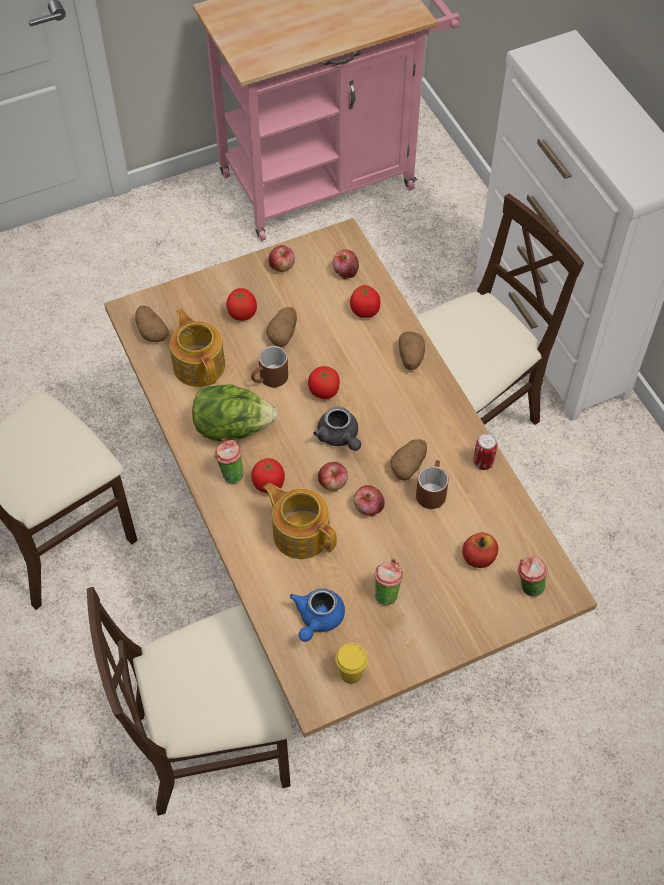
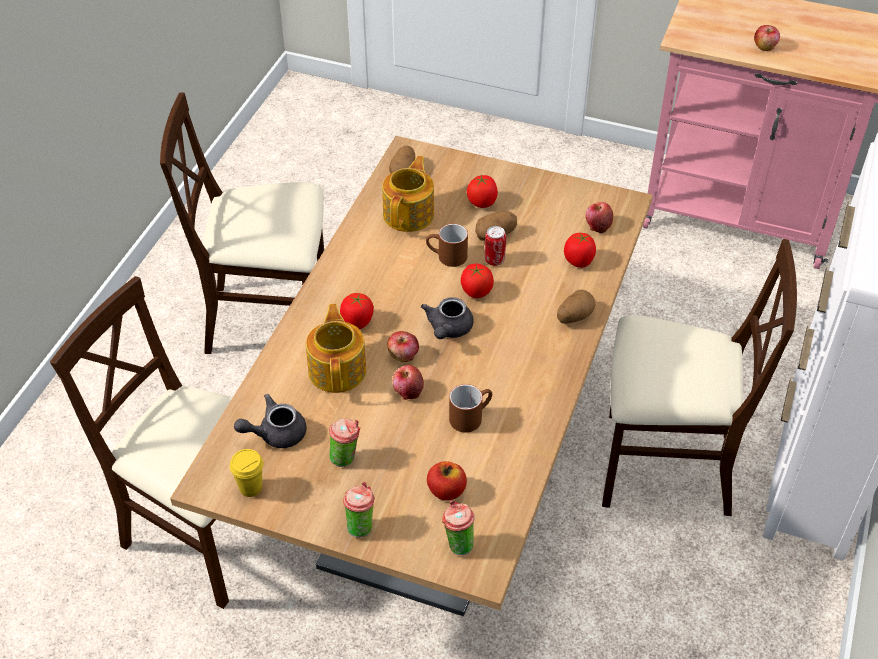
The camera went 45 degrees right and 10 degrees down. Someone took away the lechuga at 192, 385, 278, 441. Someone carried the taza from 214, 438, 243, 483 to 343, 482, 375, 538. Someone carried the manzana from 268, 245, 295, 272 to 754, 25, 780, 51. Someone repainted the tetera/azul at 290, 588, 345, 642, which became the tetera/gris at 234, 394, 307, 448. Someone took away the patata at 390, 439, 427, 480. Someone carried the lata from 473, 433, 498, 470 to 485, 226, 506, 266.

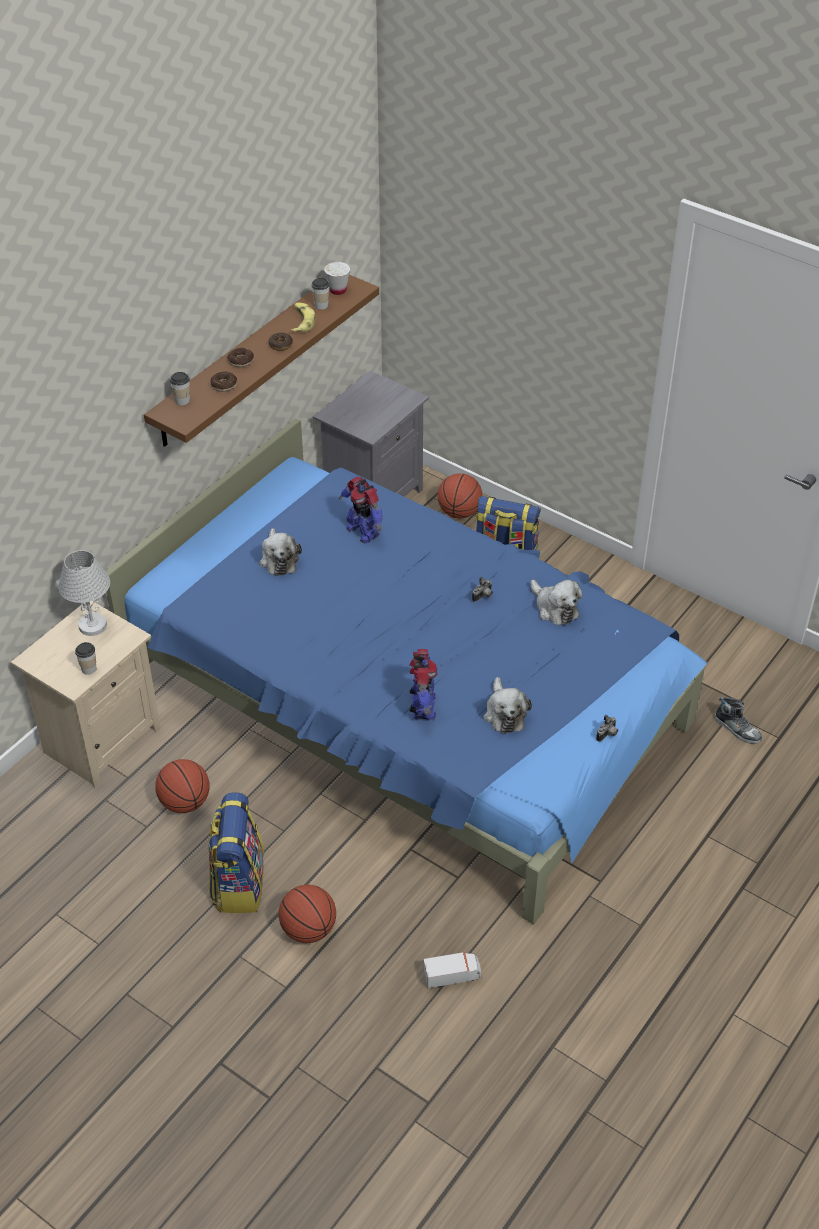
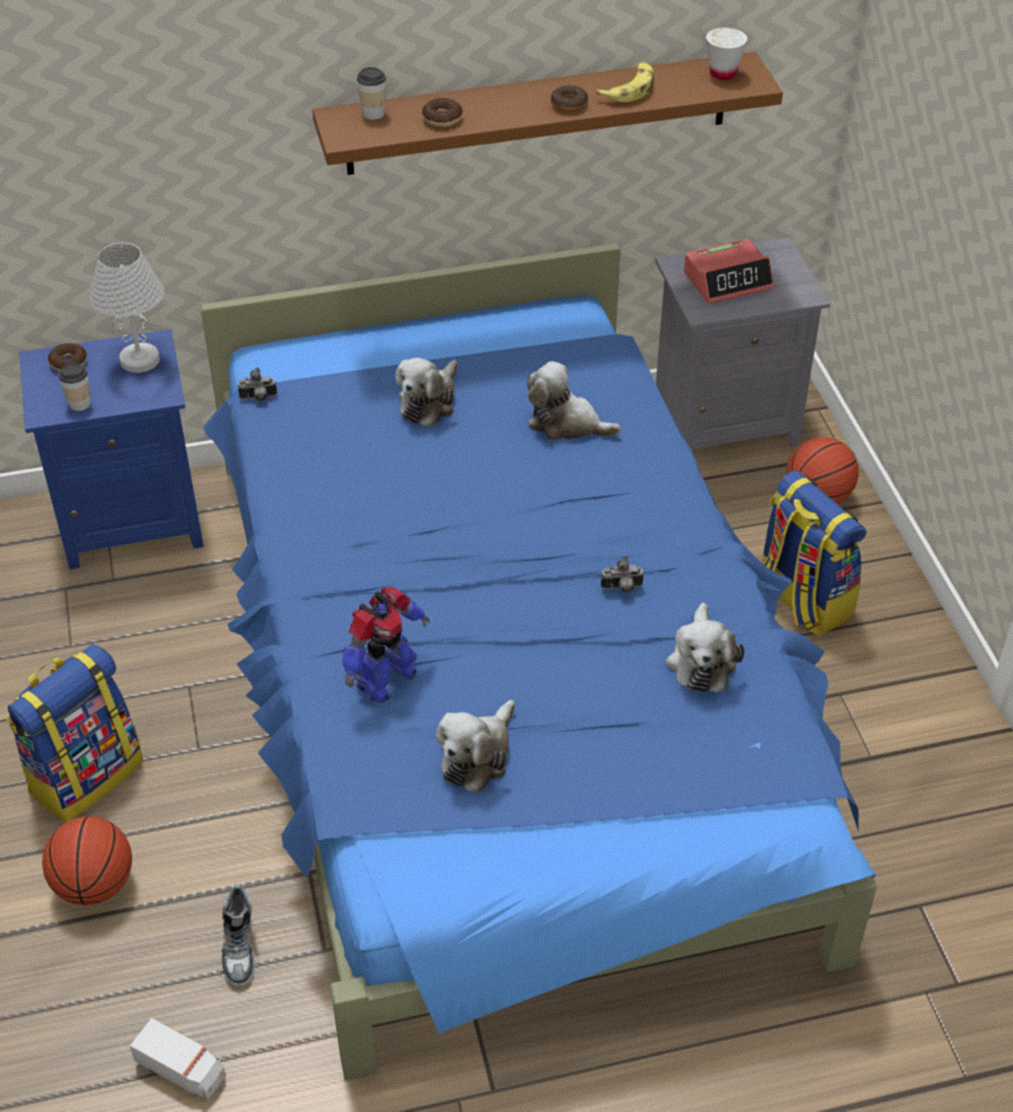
The camera went 40 degrees right and 0 degrees up. Someone repainted the mesita de noche/beis at 11, 601, 161, 788, which became the mesita de noche/azul at 19, 329, 204, 570. Someone took away the balón de baloncesto at 155, 759, 210, 813. Someone carried the rosquilla from 227, 348, 254, 367 to 48, 343, 87, 371. Someone took away the taza at 312, 278, 330, 310. Someone swapped the robot de juguete at 339, 477, 383, 543 for the peluche at 527, 361, 621, 440. Someone carried the cámara from 596, 715, 618, 742 to 238, 367, 277, 401. Someone carried the zapato from 715, 697, 762, 744 to 222, 885, 255, 987. Someone put down the despertador at 684, 239, 774, 304.

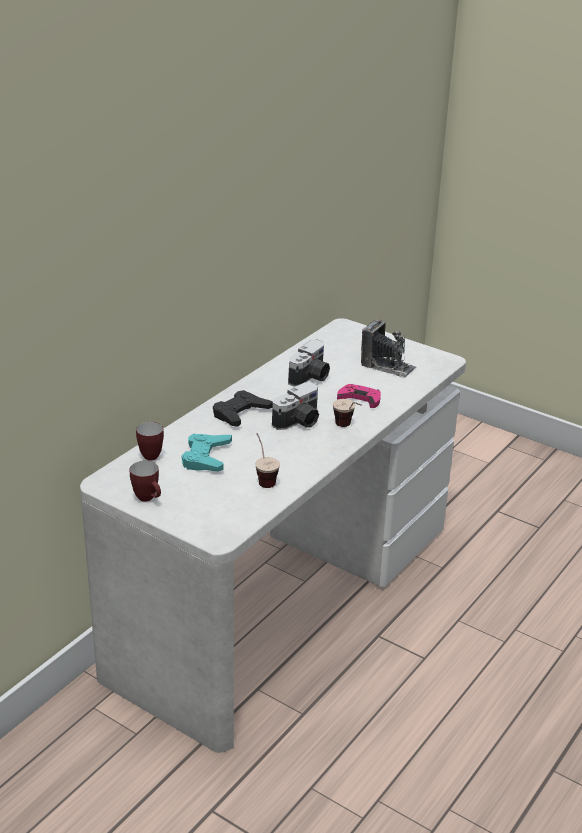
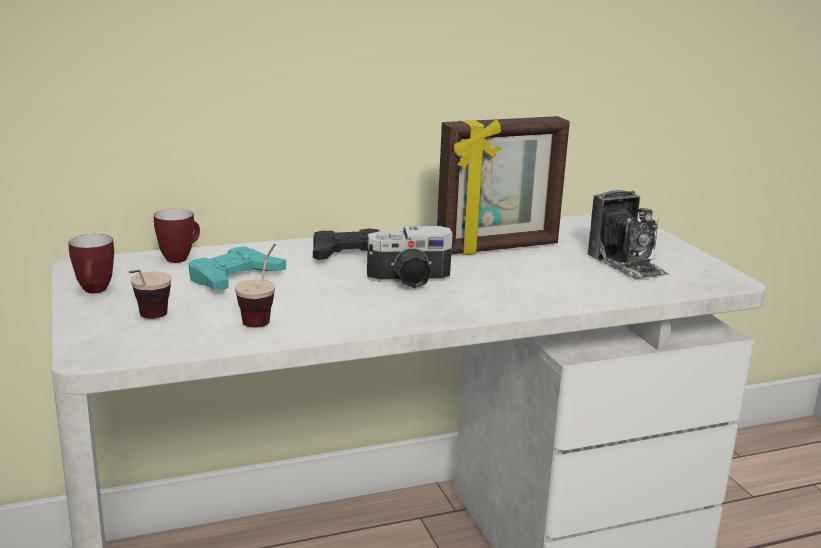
The camera went 35 degrees right and 10 degrees down. Someone swapped the cámara at 288, 339, 330, 387 for the portarretratos at 437, 116, 570, 255. Someone carried the taza from 333, 399, 362, 427 to 129, 269, 172, 319. Someone took away the mando de consola/rosa at 337, 384, 381, 408.

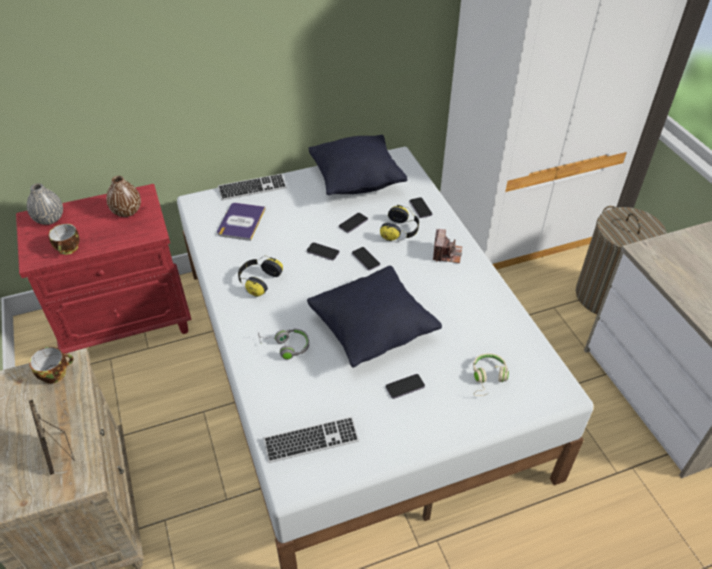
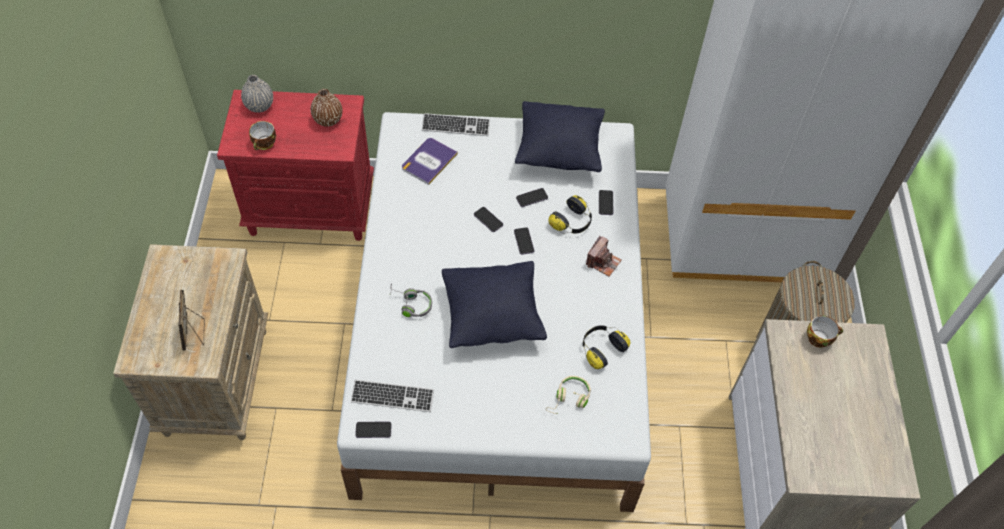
The camera went 20 degrees right and 10 degrees up. Someone carried the taza from 29, 347, 74, 384 to 807, 316, 843, 348. Someone carried the auriculares from 238, 256, 283, 297 to 583, 325, 630, 369. Someone carried the móvil from 386, 374, 425, 399 to 355, 422, 392, 438.

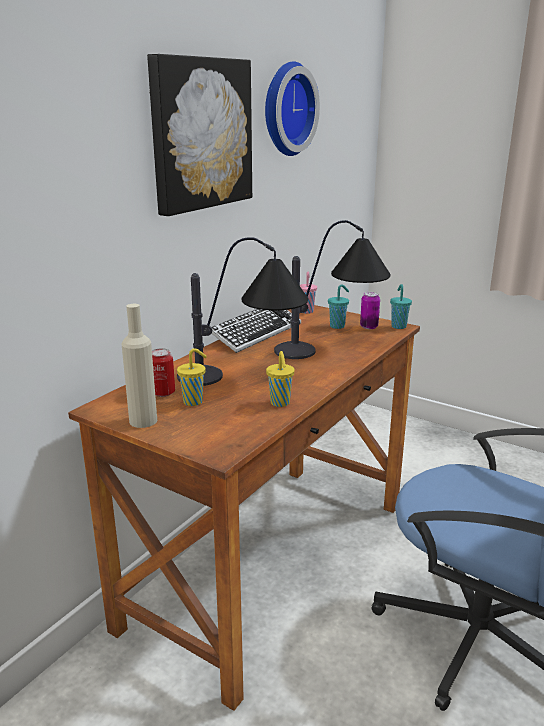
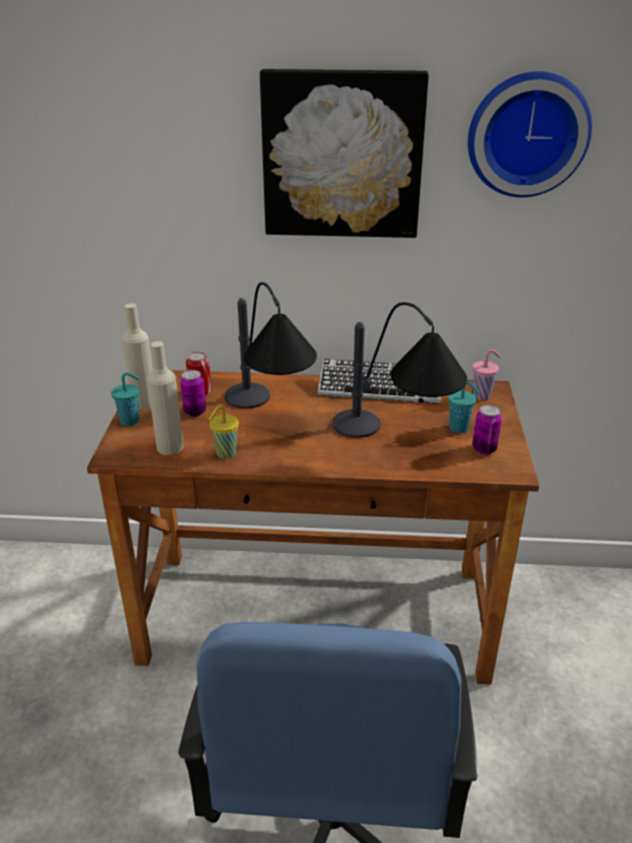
The camera went 60 degrees right and 10 degrees up. Someone swapped the taza/amarillo at 177, 348, 207, 406 for the lata at 180, 370, 206, 416. Someone carried the taza/turquesa from 390, 284, 412, 329 to 111, 372, 139, 426. Someone put down the botella/beis at 147, 341, 184, 455.

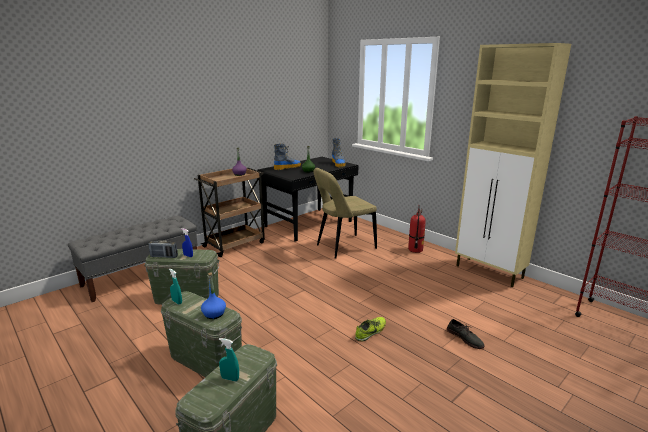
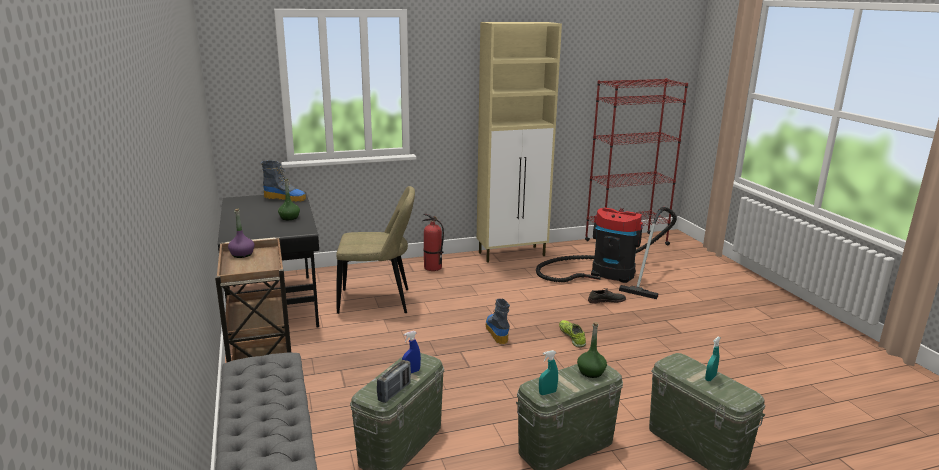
The camera went 65 degrees left and 0 degrees up. Someone repainted the botella/azul at 201, 273, 226, 319, which became the botella/verde at 577, 322, 607, 378. Someone carried the bota from 274, 144, 301, 170 to 486, 299, 510, 344. Someone rotated the silla/beis at 313, 168, 377, 258 by 90 degrees counterclockwise. Someone put down the aspiradora at 536, 207, 677, 299.

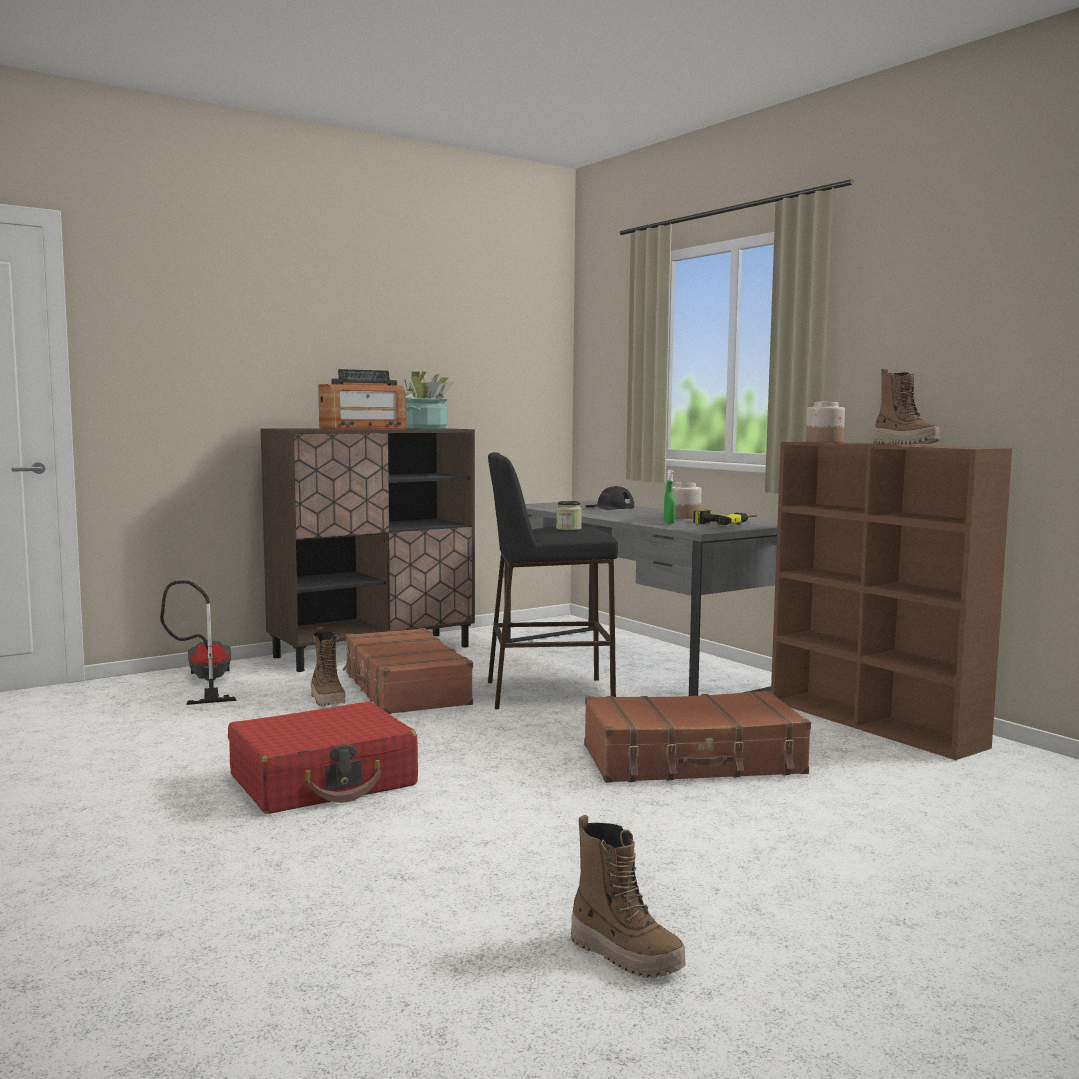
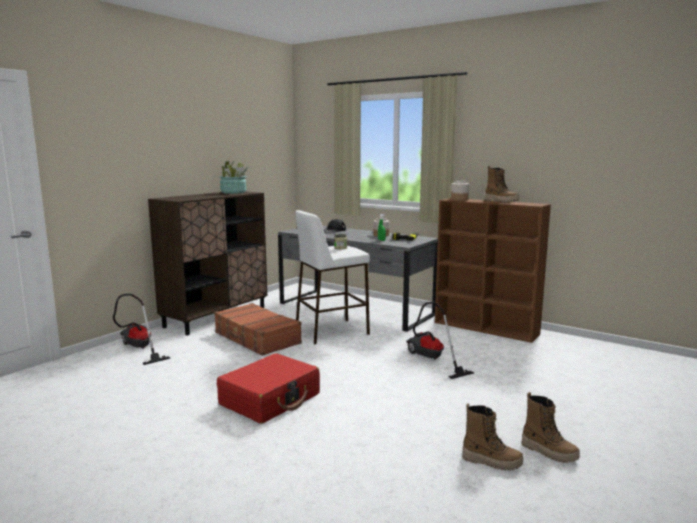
The camera went 20 degrees left and 5 degrees up. Someone carried the bota from 311, 627, 346, 706 to 521, 392, 580, 463. Someone took away the radio at 318, 369, 407, 429. Someone repainted the taburete/negro at 488, 452, 618, 709, which became the taburete/blanco at 295, 210, 370, 345. Someone swapped the maleta/marrón at 584, 691, 811, 783 for the aspiradora at 407, 302, 474, 379.

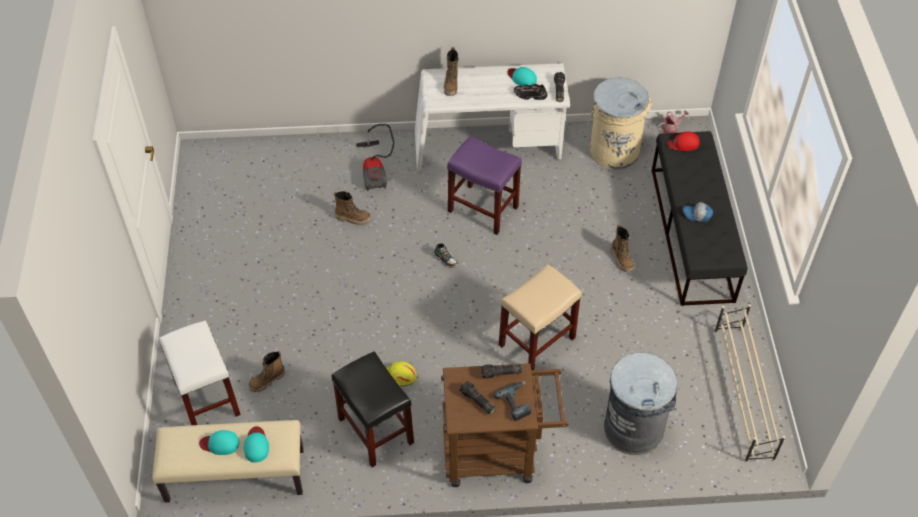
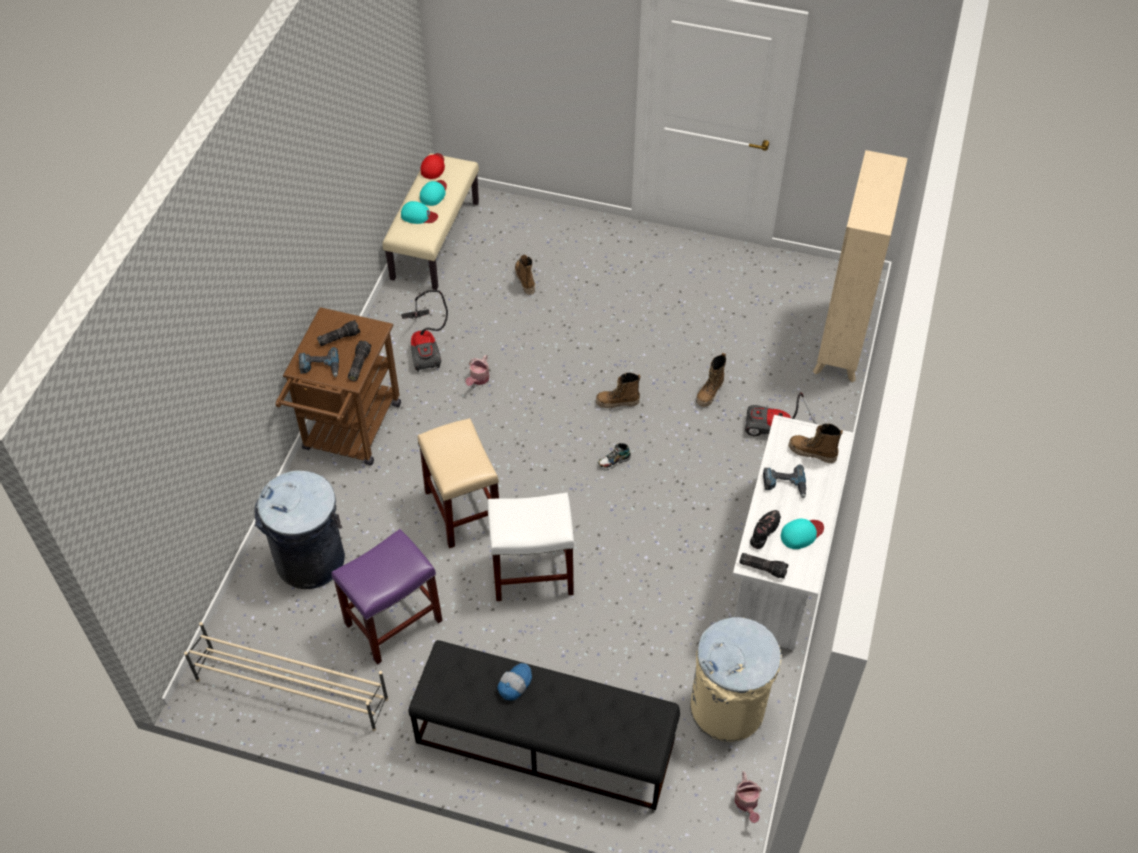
The camera went 110 degrees right and 0 degrees up. Someone carried the taburete/blanco from 159, 320, 241, 425 to 487, 493, 574, 602. Someone swapped the taburete/negro at 332, 351, 414, 467 for the aspiradora at 401, 290, 448, 372. Someone swapped the casco/amarillo at 386, 361, 417, 386 for the regadera at 465, 355, 489, 386. Someone carried the taburete/morado from 447, 135, 522, 235 to 331, 529, 443, 665. Someone carried the bota from 611, 224, 634, 272 to 596, 373, 640, 408. Someone carried the gorra/rojo from 667, 131, 700, 151 to 421, 153, 445, 179. Someone put down the taladro at 763, 464, 806, 499. Someone put down the estantería/beis at 813, 150, 908, 382.

